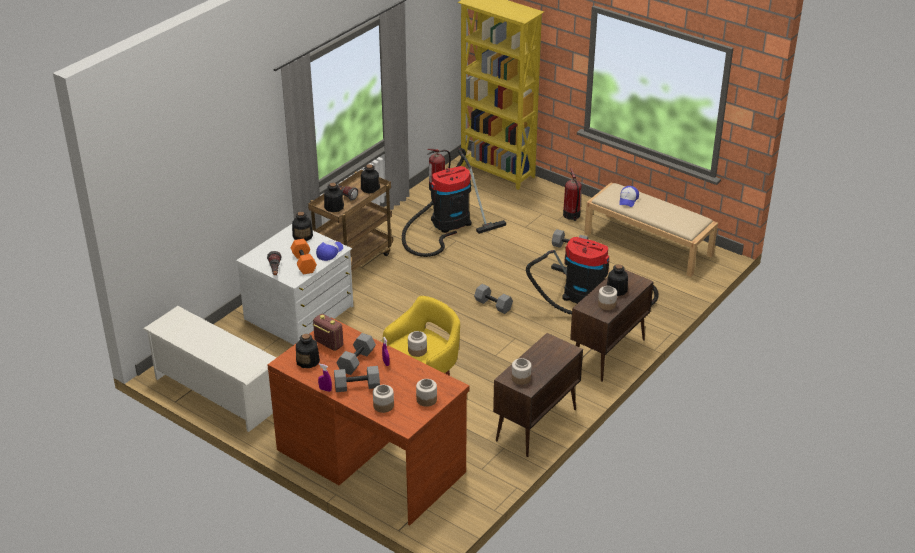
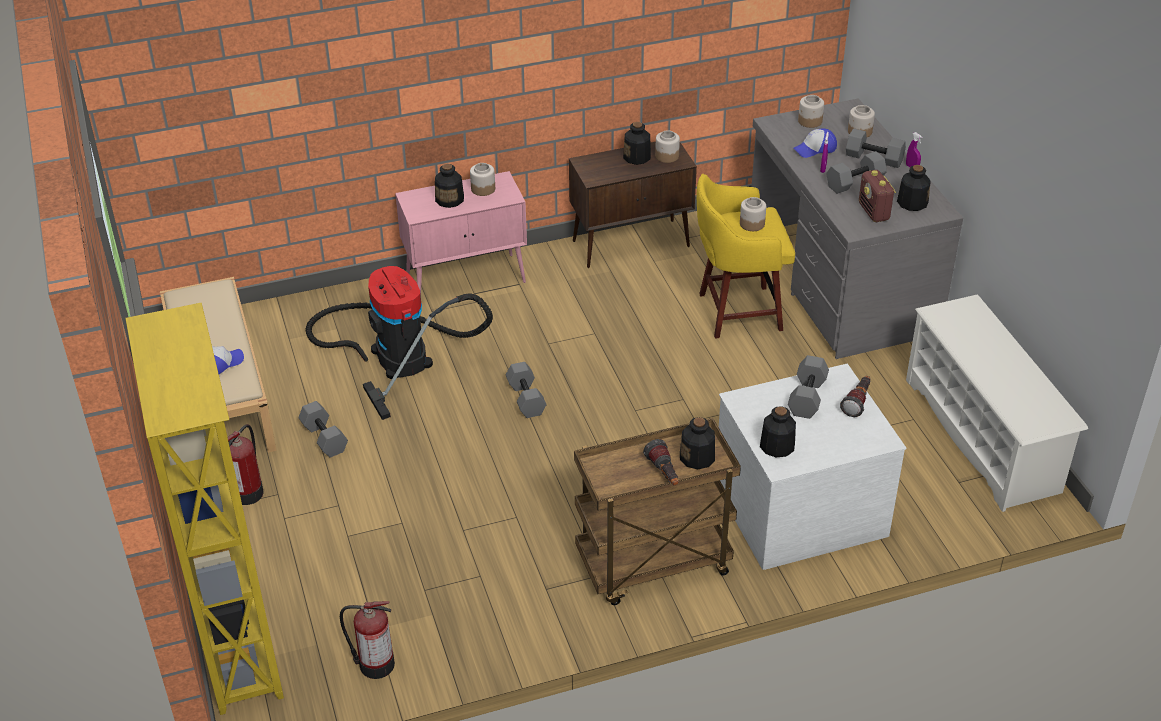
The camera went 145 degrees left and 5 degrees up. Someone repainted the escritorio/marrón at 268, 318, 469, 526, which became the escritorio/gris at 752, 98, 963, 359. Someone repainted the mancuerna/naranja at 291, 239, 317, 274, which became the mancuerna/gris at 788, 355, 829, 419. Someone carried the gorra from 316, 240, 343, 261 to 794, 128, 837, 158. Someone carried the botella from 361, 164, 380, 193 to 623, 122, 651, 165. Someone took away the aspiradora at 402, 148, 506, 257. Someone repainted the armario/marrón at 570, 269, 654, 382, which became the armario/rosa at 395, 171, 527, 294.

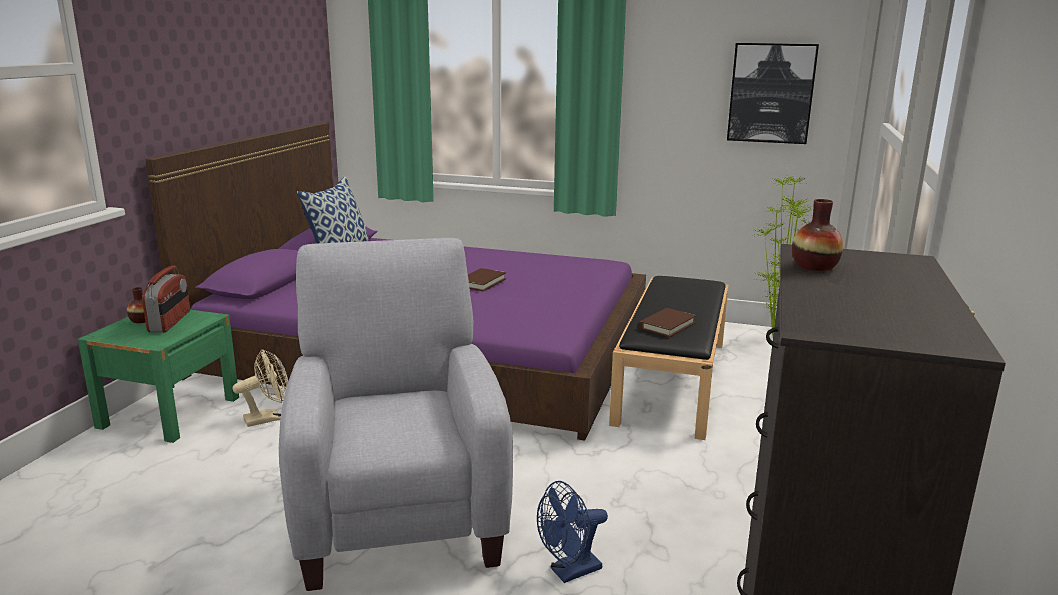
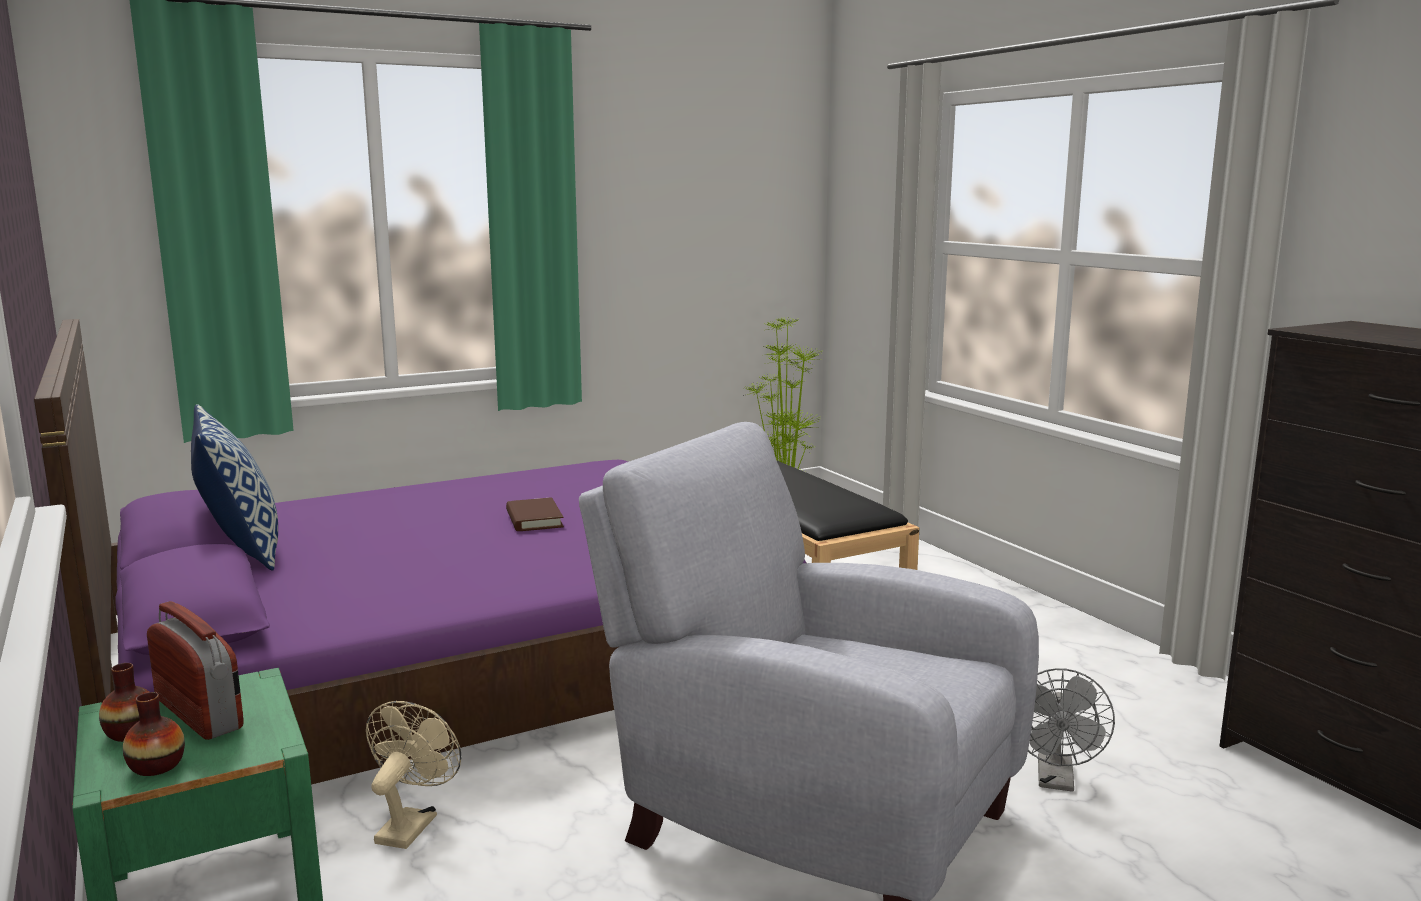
The camera went 45 degrees left and 5 degrees down. Someone repainted the ventilador/azul at 537, 481, 608, 583, which became the ventilador/gris at 1028, 668, 1115, 792. Someone took away the libro/marrón at 638, 308, 696, 337. Someone took away the cuadro at 727, 43, 819, 144. Someone carried the florero from 792, 199, 843, 271 to 123, 692, 185, 776.

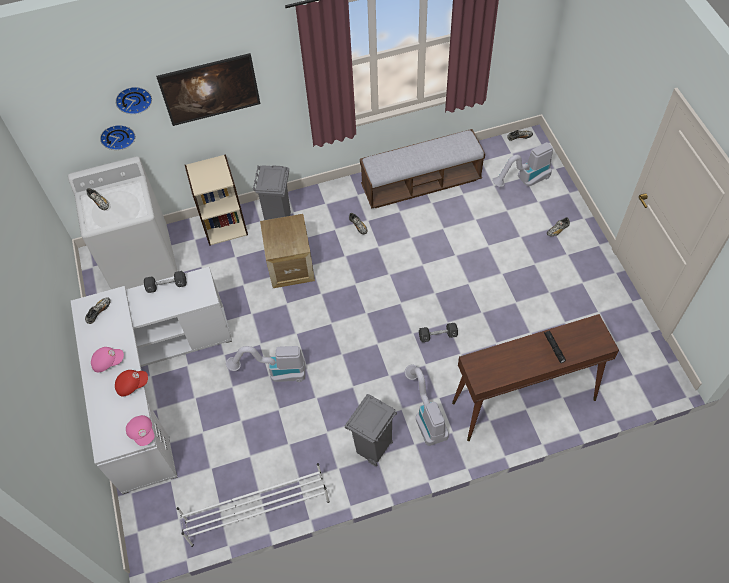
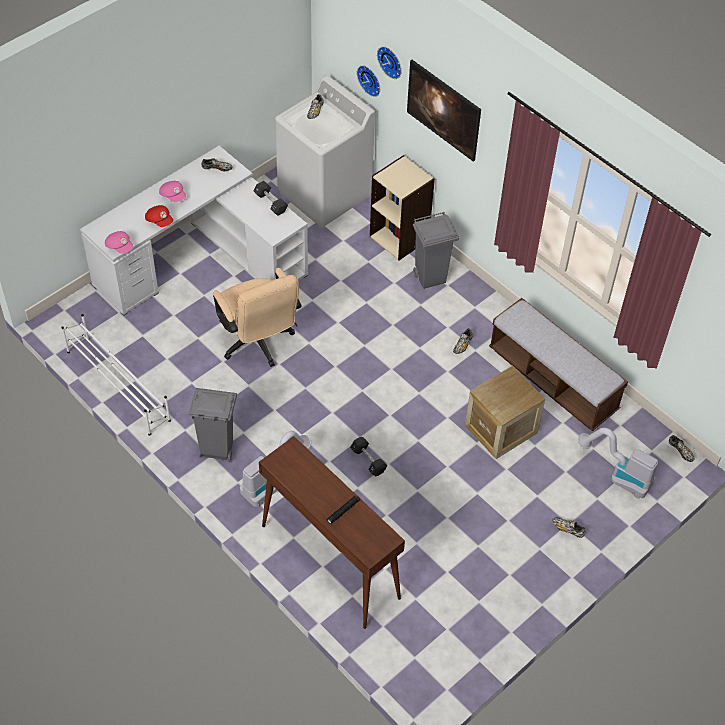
The camera went 60 degrees right and 5 degrees down. Someone rotated the gorra/rosa at 126, 415, 155, 446 by 75 degrees counterclockwise. Someone swapped the aspiradora at 226, 346, 305, 382 for the silla de oficina/beis at 213, 268, 302, 367. Someone carried the caja de embalaje from 260, 214, 315, 288 to 465, 366, 545, 459.

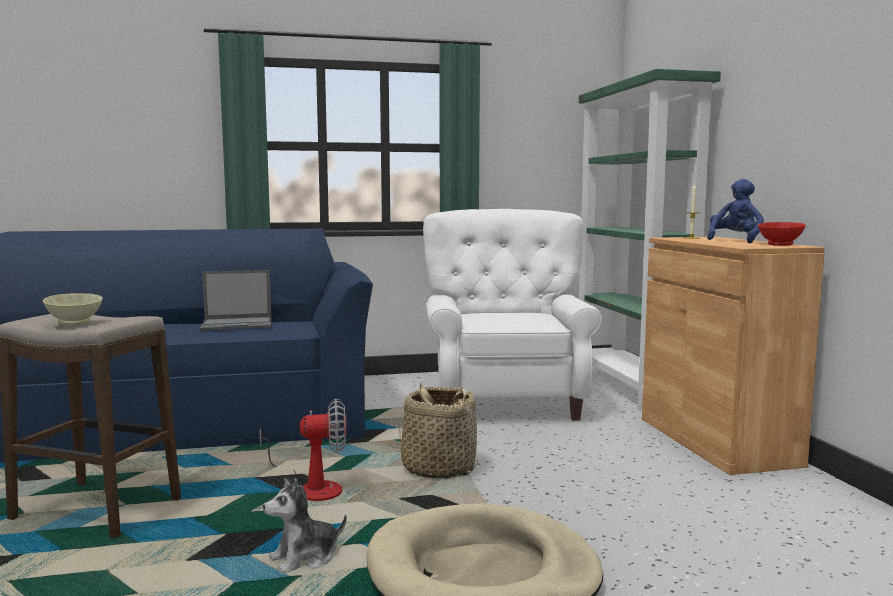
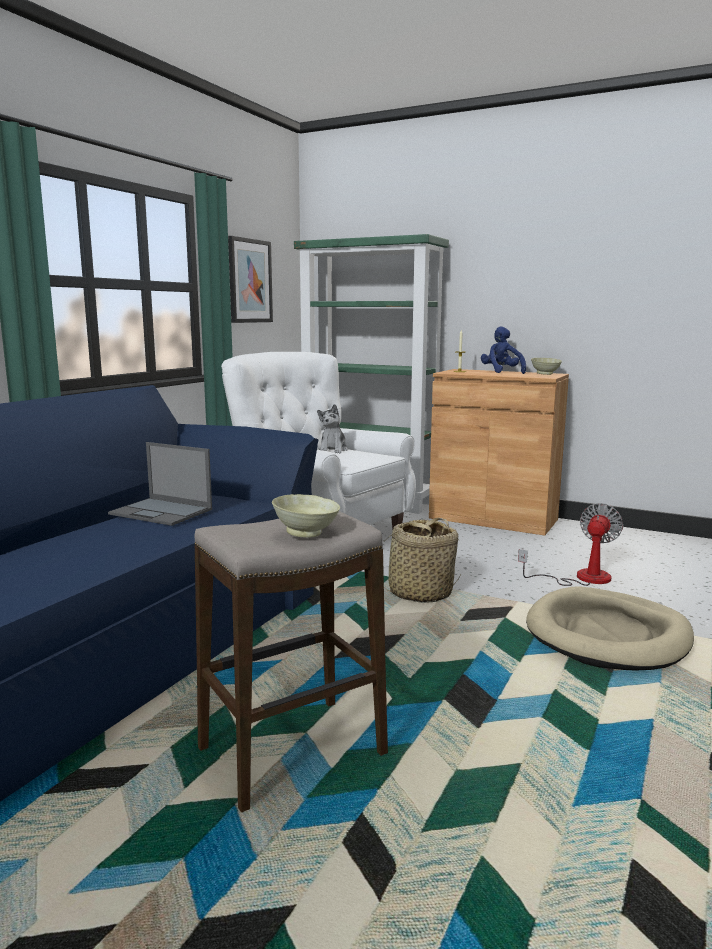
The camera went 50 degrees left and 5 degrees up. Someone rotated the portátil at 200, 270, 271, 330 by 90 degrees clockwise. Someone carried the ventilador from 260, 398, 347, 501 to 518, 503, 623, 586. Someone carried the peluche from 263, 478, 347, 573 to 317, 404, 348, 453. Someone repainted the cuenco/rojo at 758, 222, 806, 246, which became the cuenco/beis at 531, 358, 562, 375. Someone put up the cuadro at 228, 236, 273, 323.

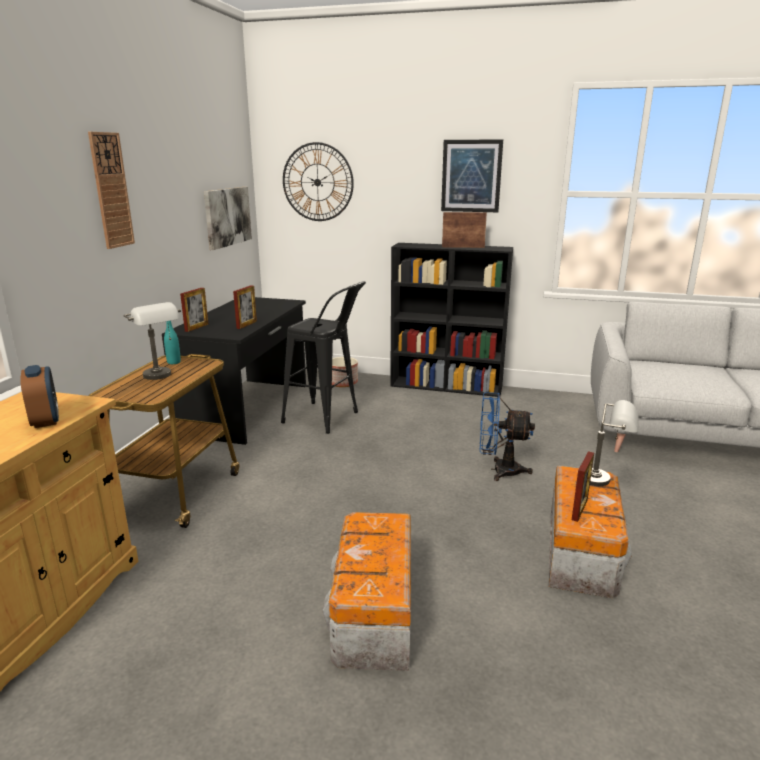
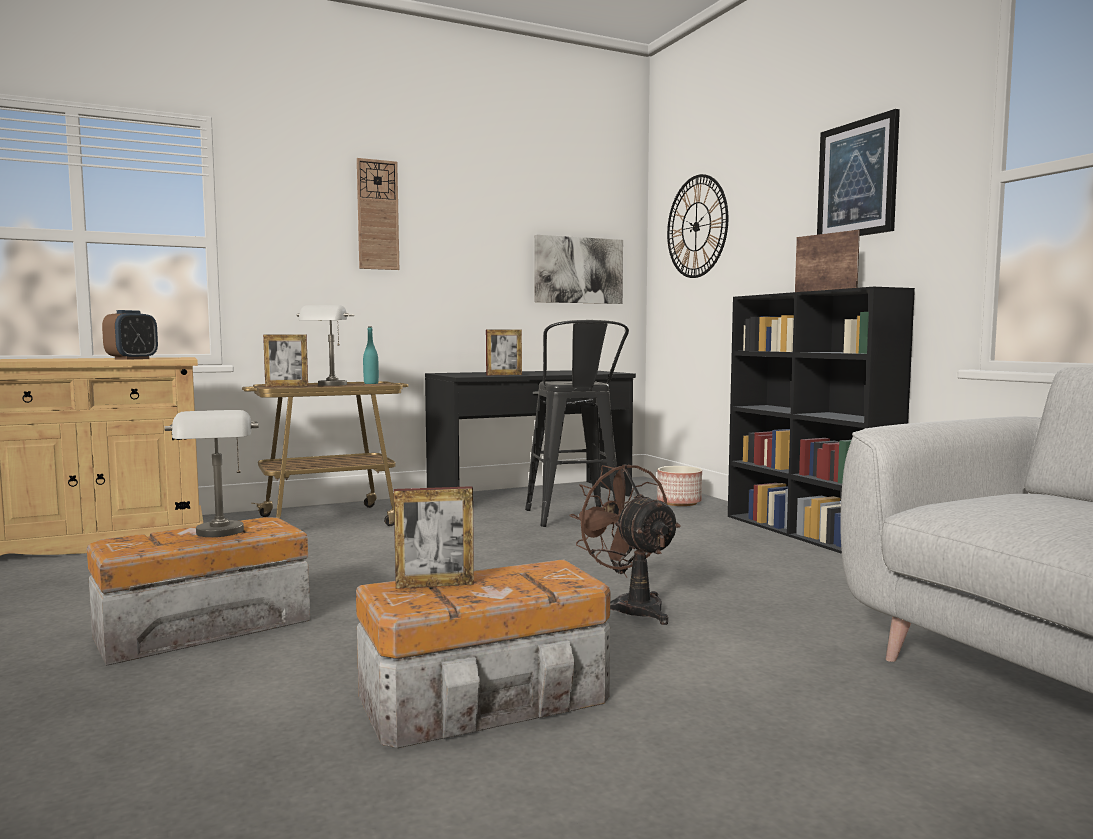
The camera went 50 degrees right and 15 degrees down. Someone carried the portarretratos from 180, 288, 209, 332 to 263, 334, 308, 387. Someone repainted the ventilador/azul at 480, 392, 535, 481, which became the ventilador/marrón at 569, 464, 681, 625. Someone carried the lámpara de mesa/gris from 590, 400, 639, 486 to 164, 410, 259, 537.

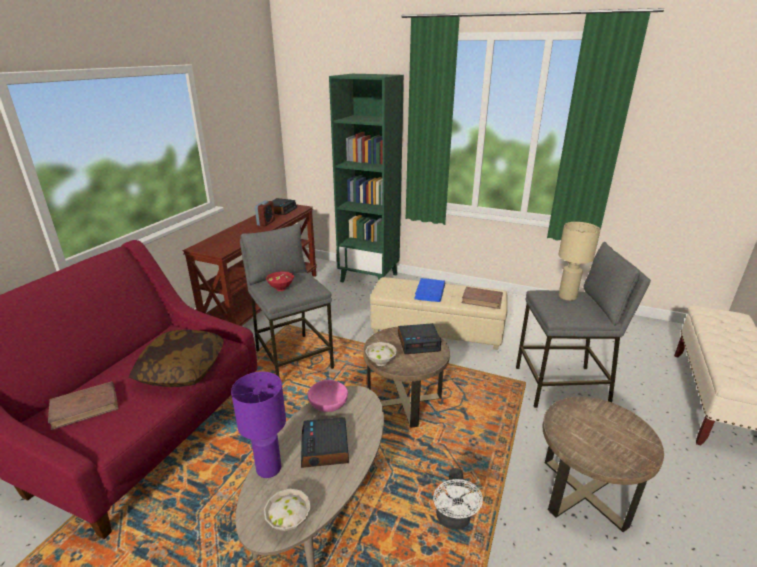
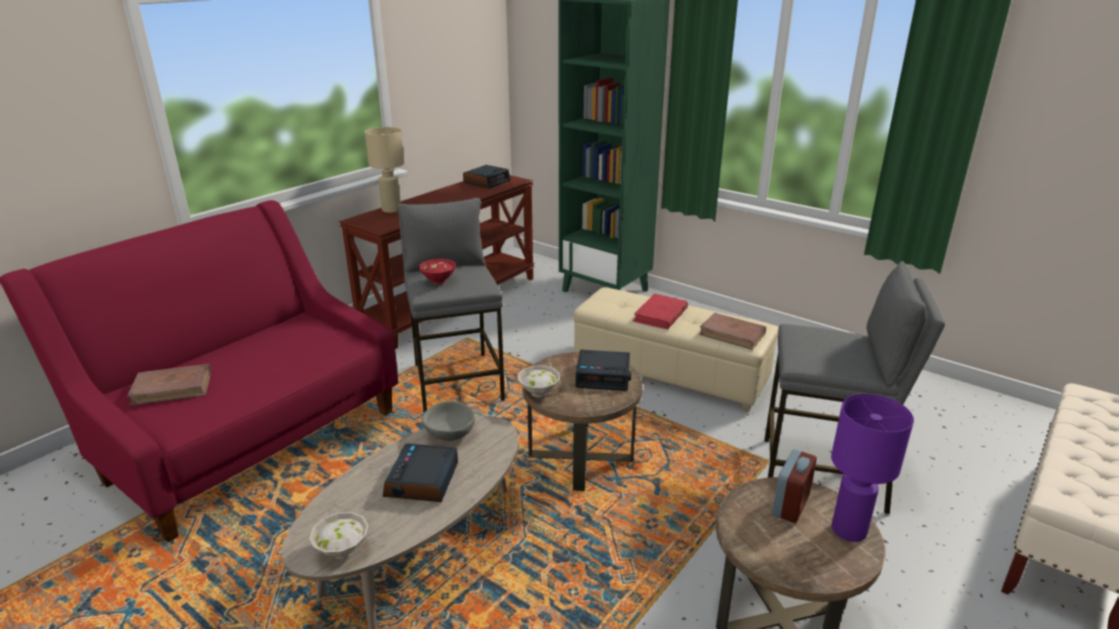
The camera went 15 degrees right and 0 degrees up. Someone took away the cojín at 129, 330, 223, 387. Someone carried the lámpara de mesa/morado from 231, 372, 286, 478 to 831, 394, 914, 542. Someone carried the despertador from 255, 201, 275, 226 to 772, 449, 817, 523. Someone repainted the cuenco/rosa at 308, 380, 348, 412, which became the cuenco/gris at 422, 401, 475, 441. Someone repainted the libro/azul at 414, 278, 445, 302, which became the libro/rojo at 633, 294, 688, 329. Someone took away the ventilador/blanco at 433, 468, 483, 529. Someone carried the lámpara de mesa/beis from 558, 222, 600, 301 to 365, 127, 404, 213.

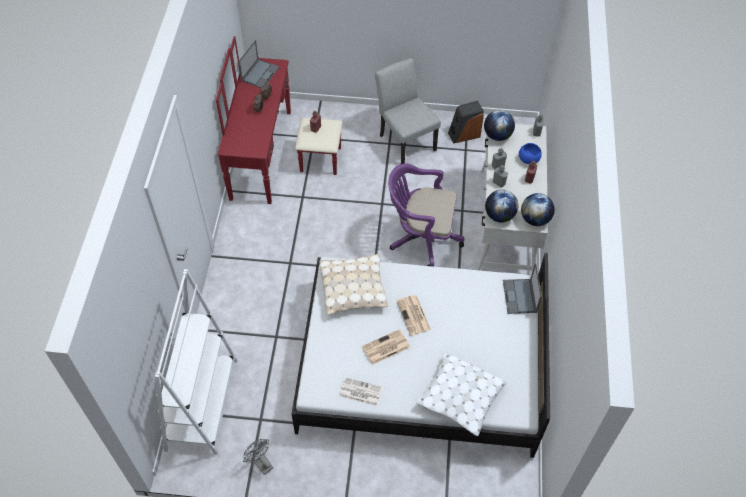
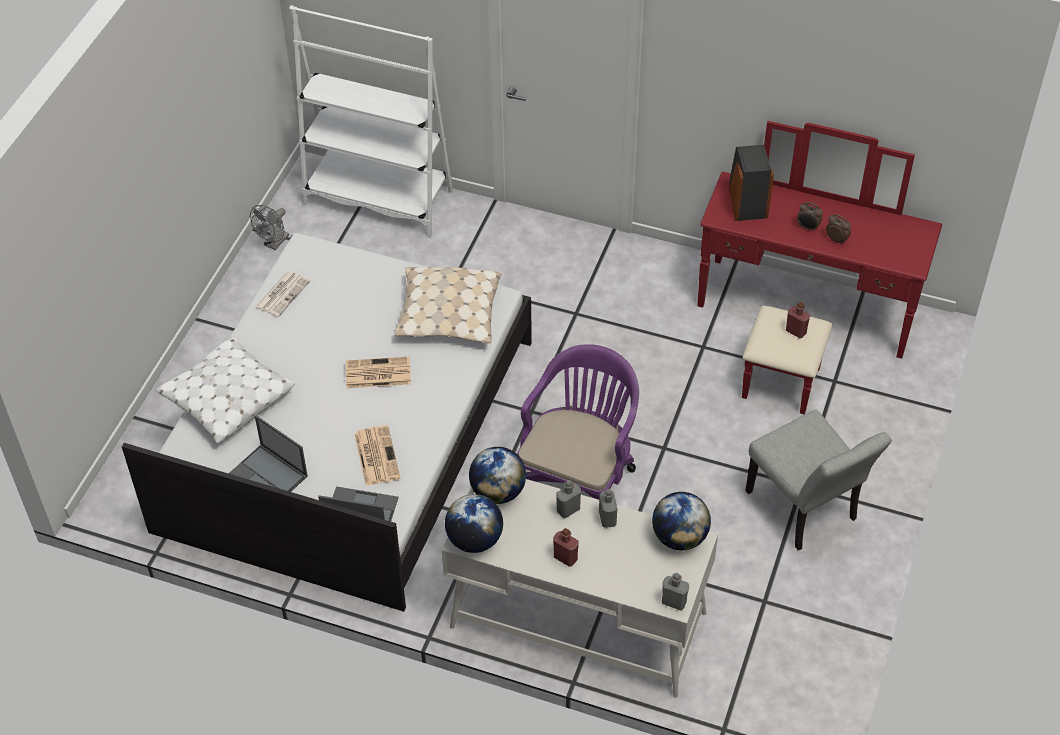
The camera went 105 degrees right and 5 degrees down. Someone carried the portátil from 238, 40, 280, 88 to 229, 415, 308, 492. Someone rotated the ventilador/gris at 243, 439, 273, 475 by 150 degrees clockwise. Someone carried the periódico from 362, 329, 410, 365 to 354, 425, 400, 486. Someone rotated the silla/gris at 375, 58, 441, 164 by 75 degrees clockwise. Someone carried the altavoz from 448, 101, 484, 143 to 729, 145, 774, 221. Someone took away the cuenco/azul at 519, 143, 542, 164.

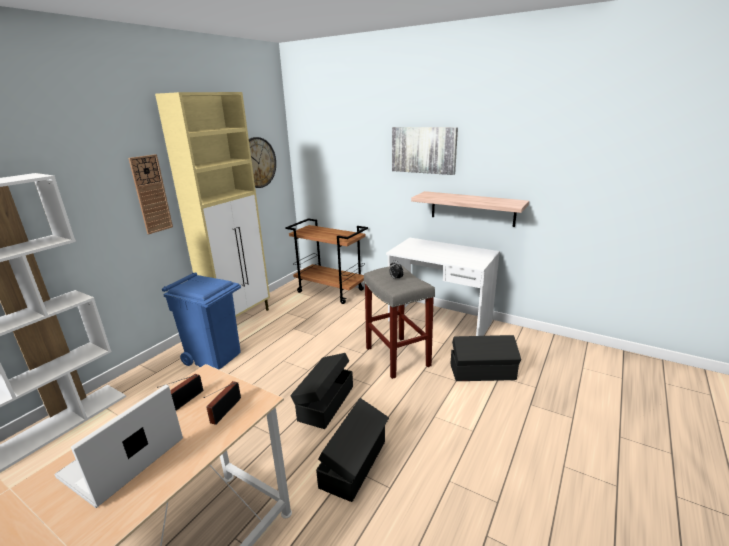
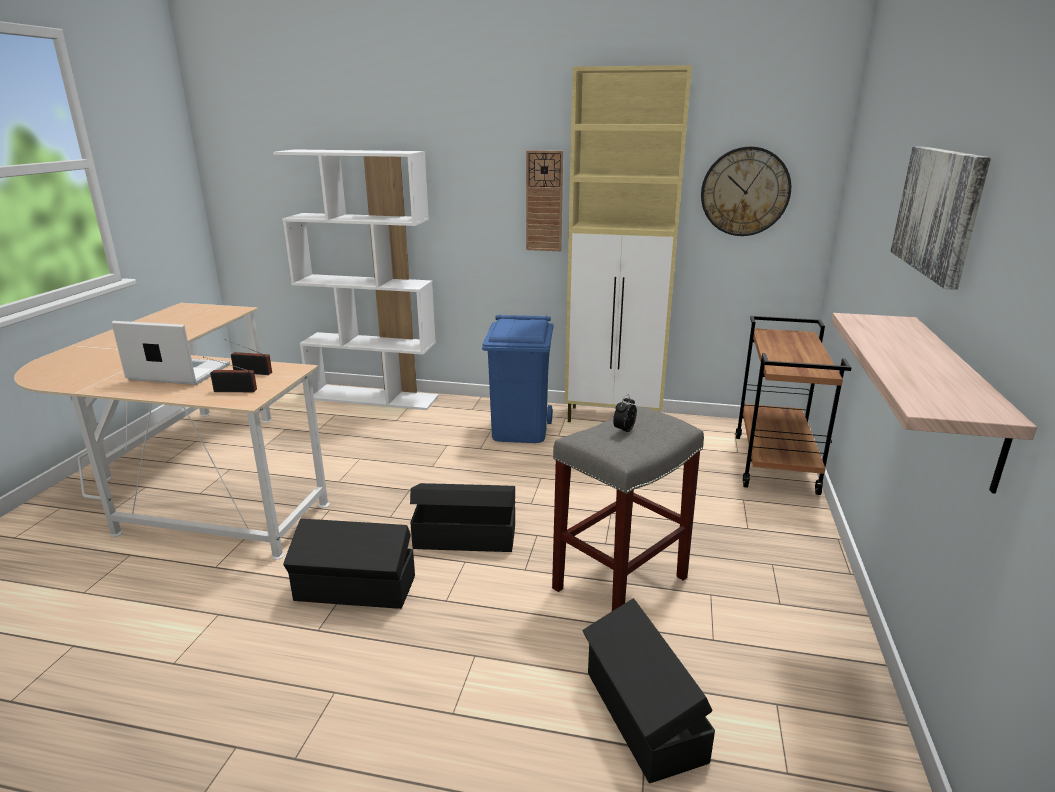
The camera went 70 degrees right and 0 degrees up. Someone took away the escritorio/blanco at 386, 238, 500, 336.

